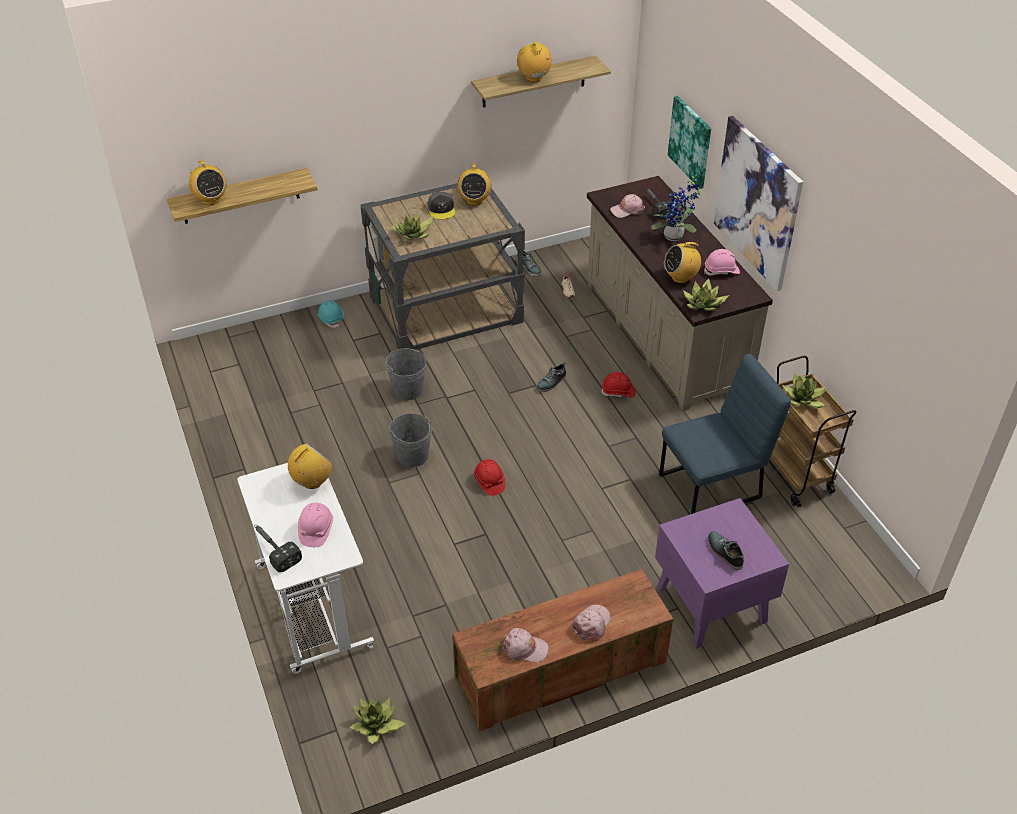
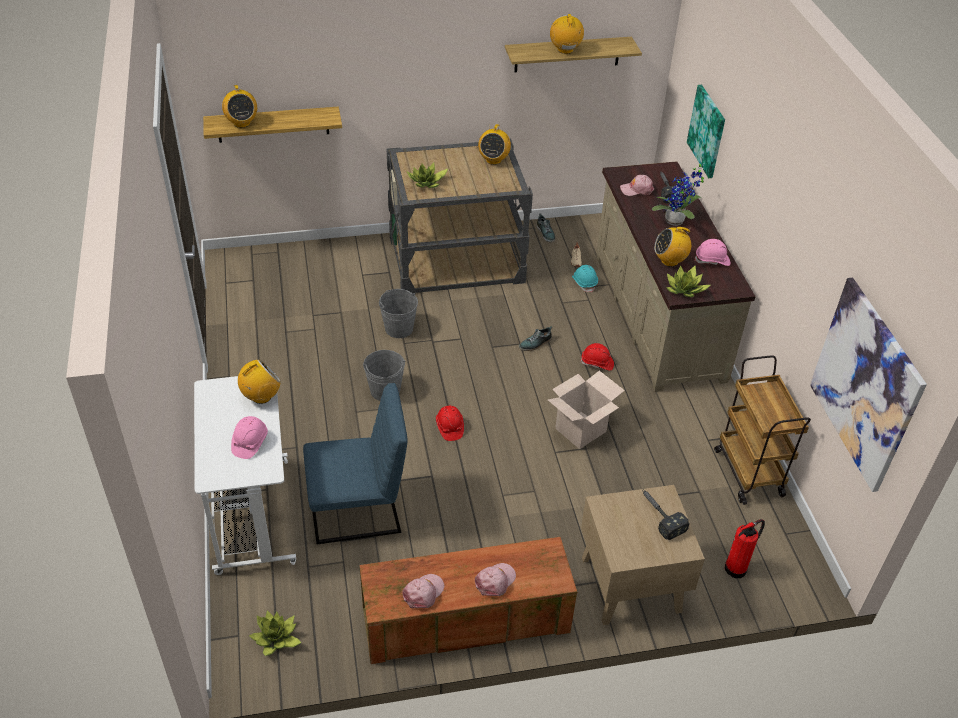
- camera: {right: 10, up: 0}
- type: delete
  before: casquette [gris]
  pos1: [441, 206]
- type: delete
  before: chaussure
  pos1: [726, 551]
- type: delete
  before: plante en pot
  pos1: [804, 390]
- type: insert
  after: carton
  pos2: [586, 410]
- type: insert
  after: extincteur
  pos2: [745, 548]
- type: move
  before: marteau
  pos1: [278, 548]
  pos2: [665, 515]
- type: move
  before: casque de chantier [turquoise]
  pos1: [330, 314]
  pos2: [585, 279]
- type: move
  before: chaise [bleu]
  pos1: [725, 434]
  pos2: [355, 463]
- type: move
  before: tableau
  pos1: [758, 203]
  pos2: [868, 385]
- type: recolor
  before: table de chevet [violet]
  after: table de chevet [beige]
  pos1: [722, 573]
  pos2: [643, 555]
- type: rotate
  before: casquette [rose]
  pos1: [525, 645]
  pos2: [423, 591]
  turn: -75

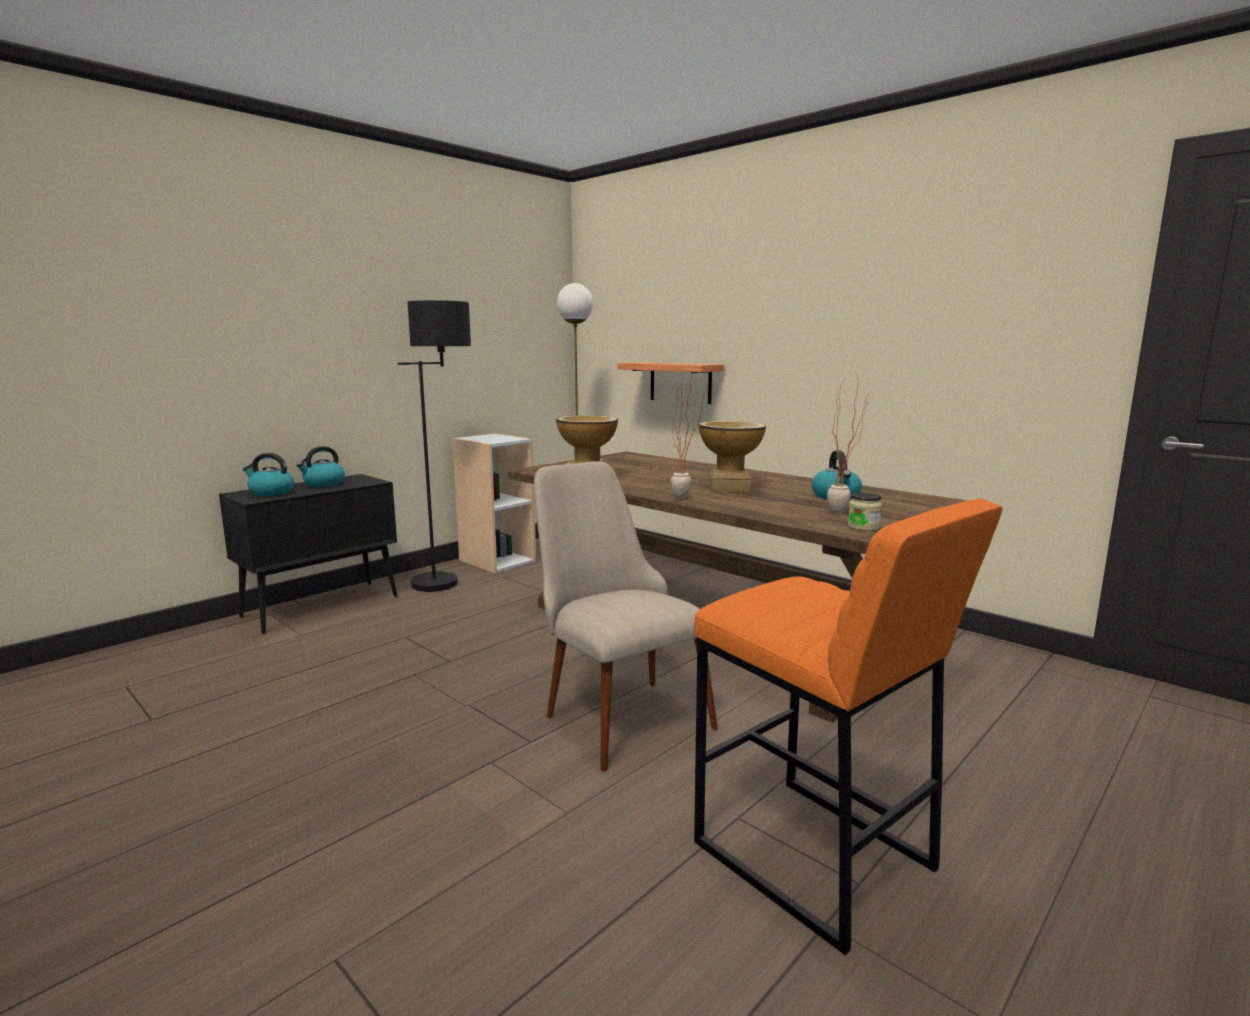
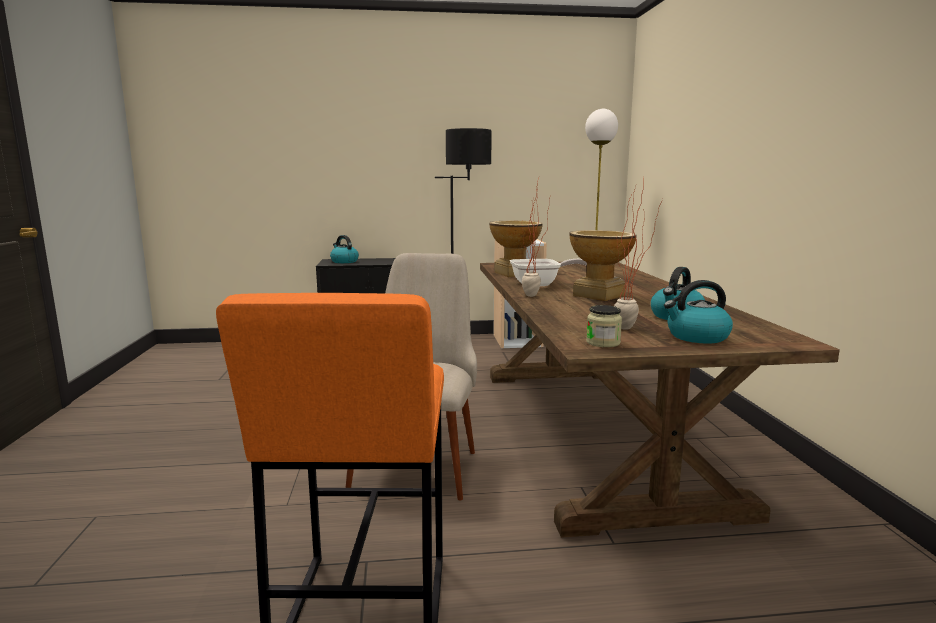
- camera: {right: 40, up: 0}
- type: delete
  before: étagère
  pos1: [670, 383]
- type: insert
  after: poêle
  pos2: [548, 272]
- type: move
  before: bouilloire
  pos1: [320, 466]
  pos2: [698, 312]

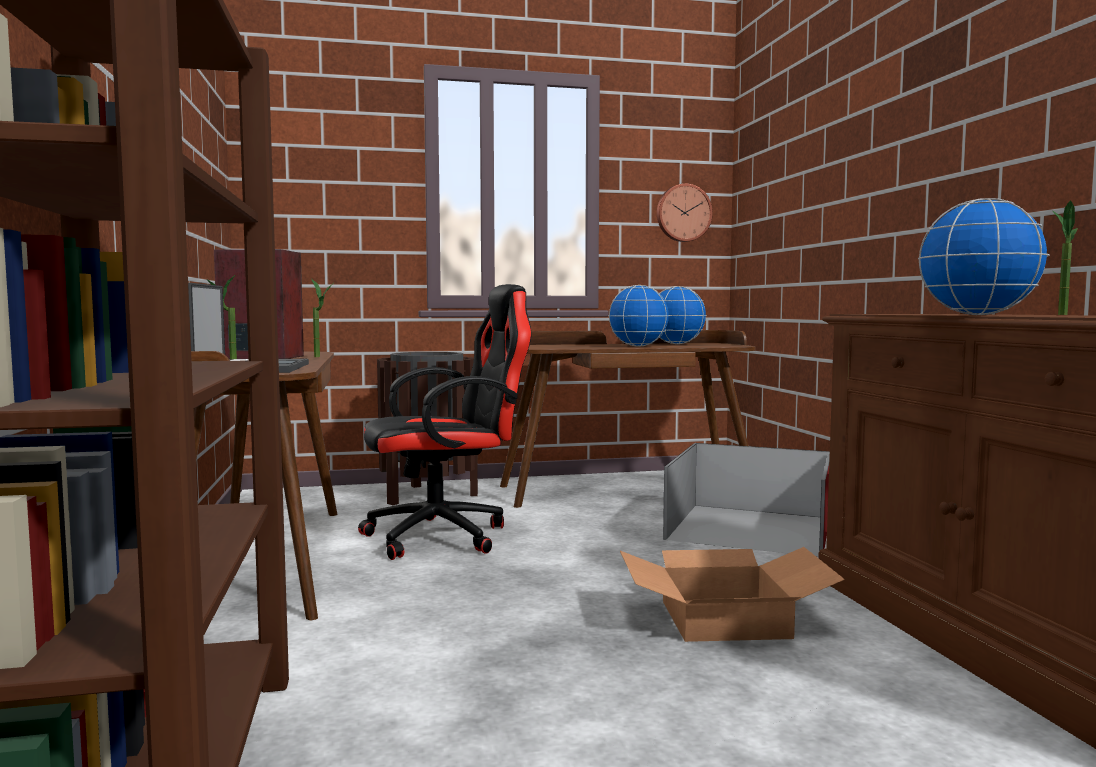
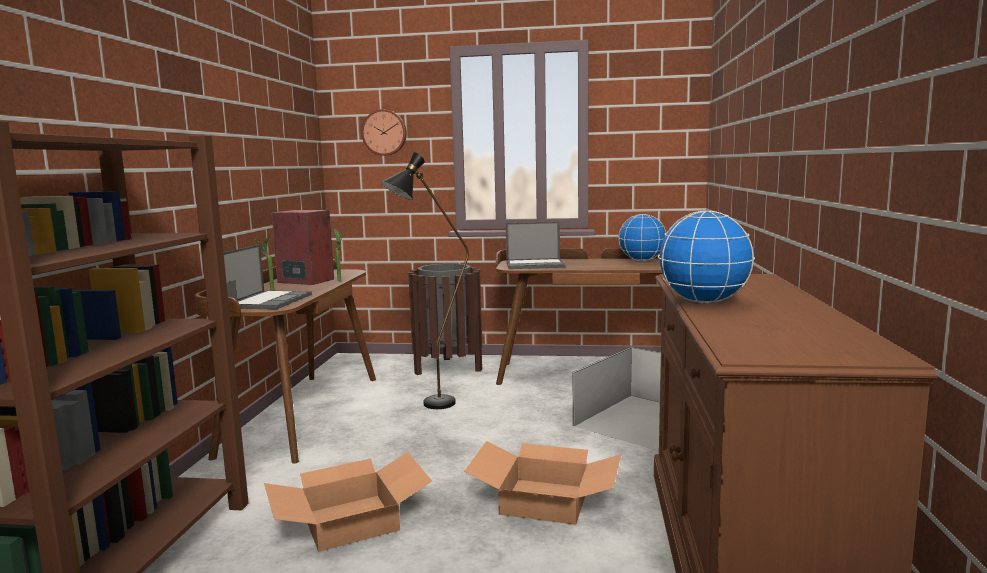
- camera: {right: 20, up: 5}
- type: delete
  before: globe
  pos1: [639, 315]
- type: delete
  before: plante en pot
  pos1: [1065, 257]
- type: insert
  after: carton
  pos2: [348, 502]
- type: insert
  after: ordinateur portable
  pos2: [536, 245]
- type: move
  before: horloge murale
  pos1: [685, 212]
  pos2: [384, 132]
- type: replace
  before: chaise de bureau [noir]
  after: lampadaire [noir]
  pos1: [445, 422]
  pos2: [425, 280]

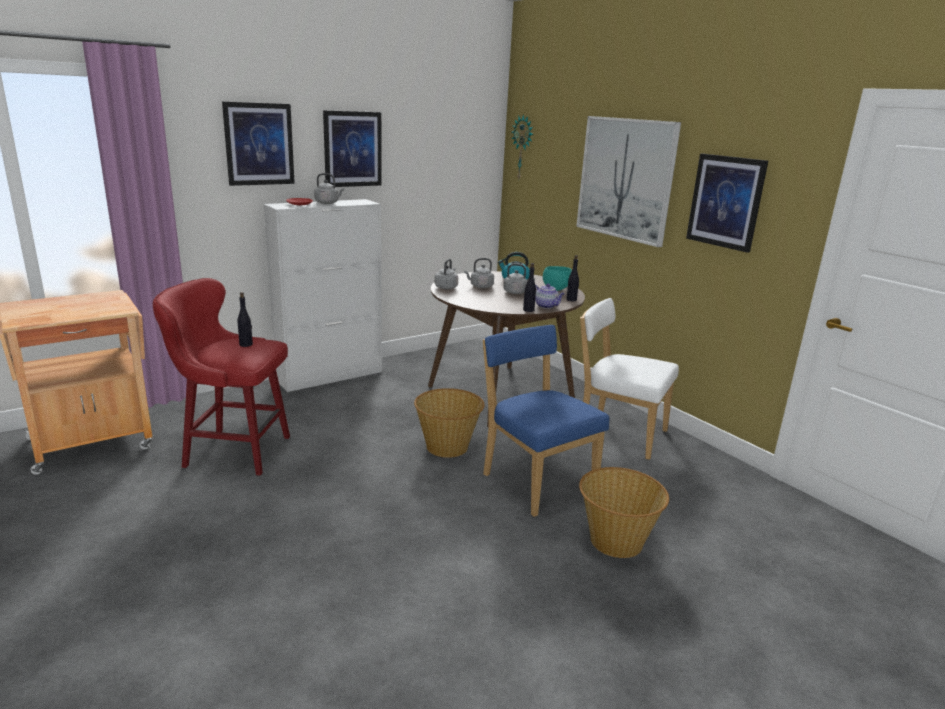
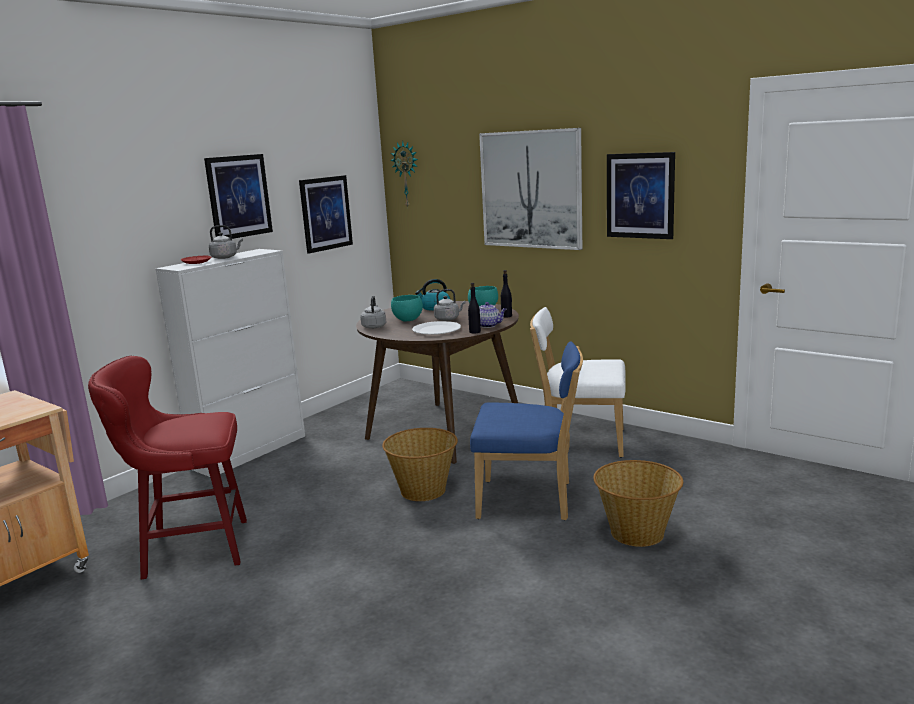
- camera: {right: -15, up: -5}
- type: delete
  before: bouteille [noir]
  pos1: [245, 319]
- type: insert
  after: assiette [blanc]
  pos2: [436, 328]
- type: move
  before: tableau
  pos1: [258, 144]
  pos2: [326, 214]
- type: replace
  before: bouilloire [gris]
  after: bol [turquoise]
  pos1: [479, 273]
  pos2: [407, 308]
- type: rotate
  before: chaise [bleu]
  pos1: [546, 421]
  pos2: [526, 430]
  turn: 150

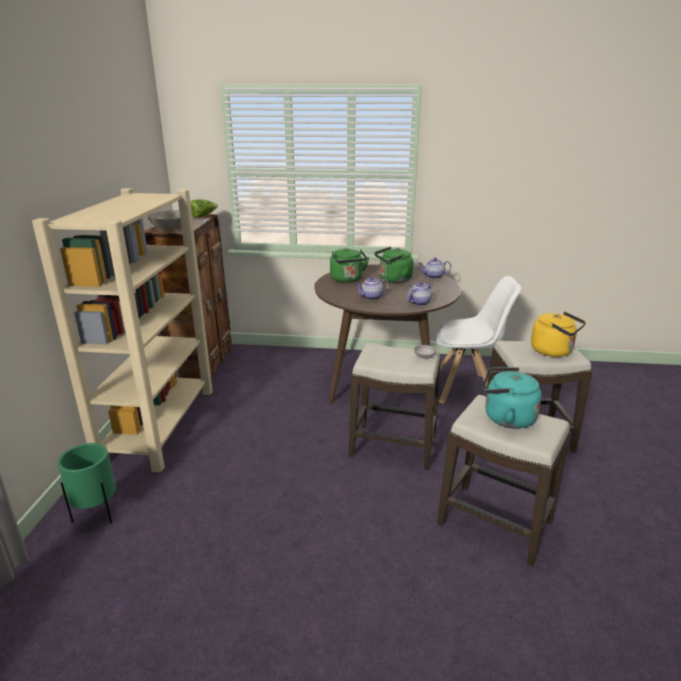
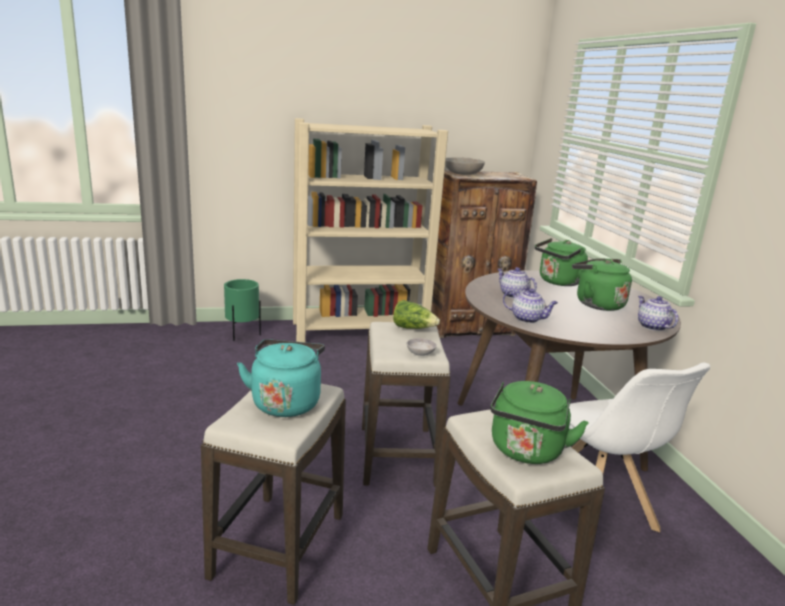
- camera: {right: 70, up: -5}
- type: move
  before: laitue
  pos1: [204, 209]
  pos2: [416, 314]
- type: recolor
  before: bouilloire [jaune]
  after: bouilloire [vert]
  pos1: [558, 334]
  pos2: [539, 422]

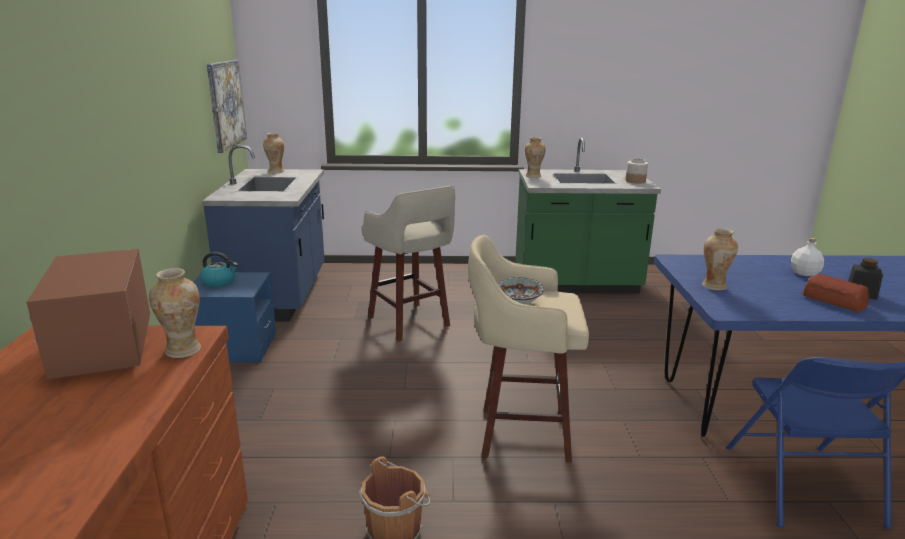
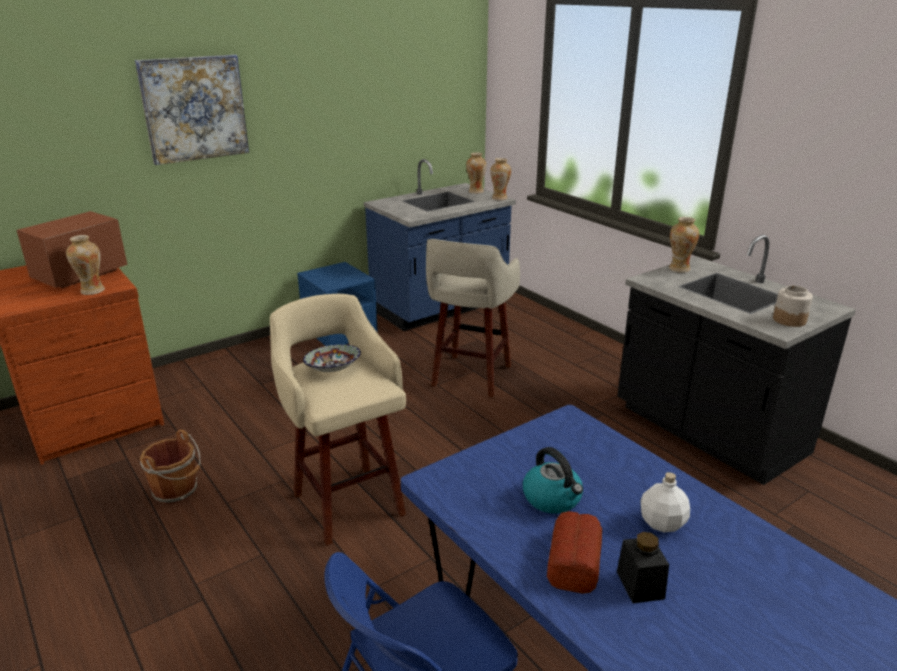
- camera: {right: 55, up: 5}
- type: move
  before: bouilloire
  pos1: [219, 269]
  pos2: [553, 480]
- type: move
  before: tableau
  pos1: [227, 106]
  pos2: [192, 109]
- type: move
  before: vase
  pos1: [720, 259]
  pos2: [500, 179]
- type: recolor
  before: comptoir de cuisine [vert]
  after: comptoir de cuisine [noir]
  pos1: [588, 215]
  pos2: [736, 360]

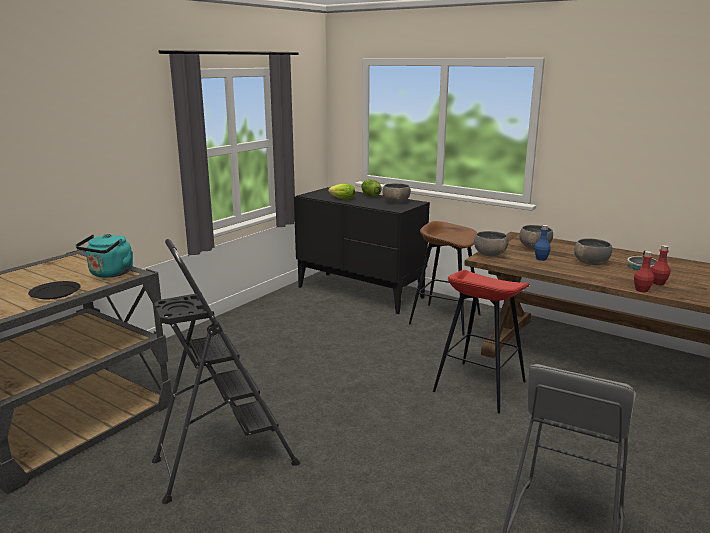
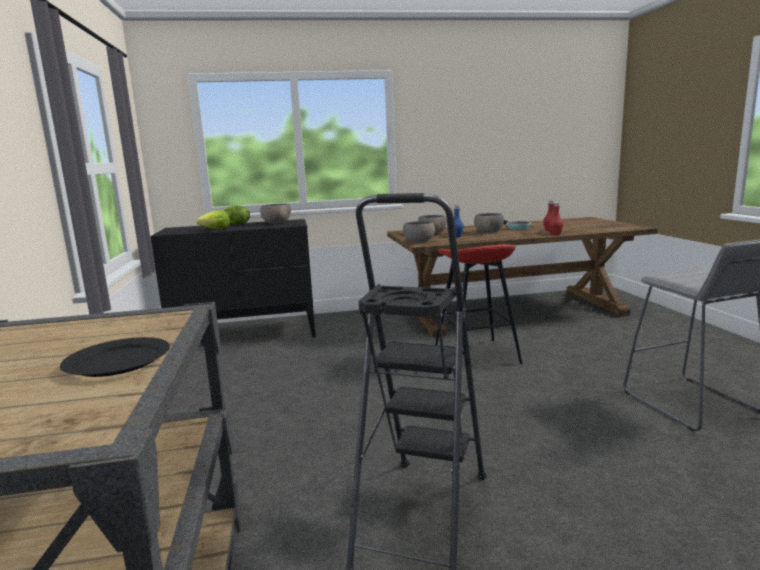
- camera: {right: -45, up: -5}
- type: delete
  before: bouilloire [turquoise]
  pos1: [104, 256]
- type: delete
  before: tabouret [marron]
  pos1: [444, 278]

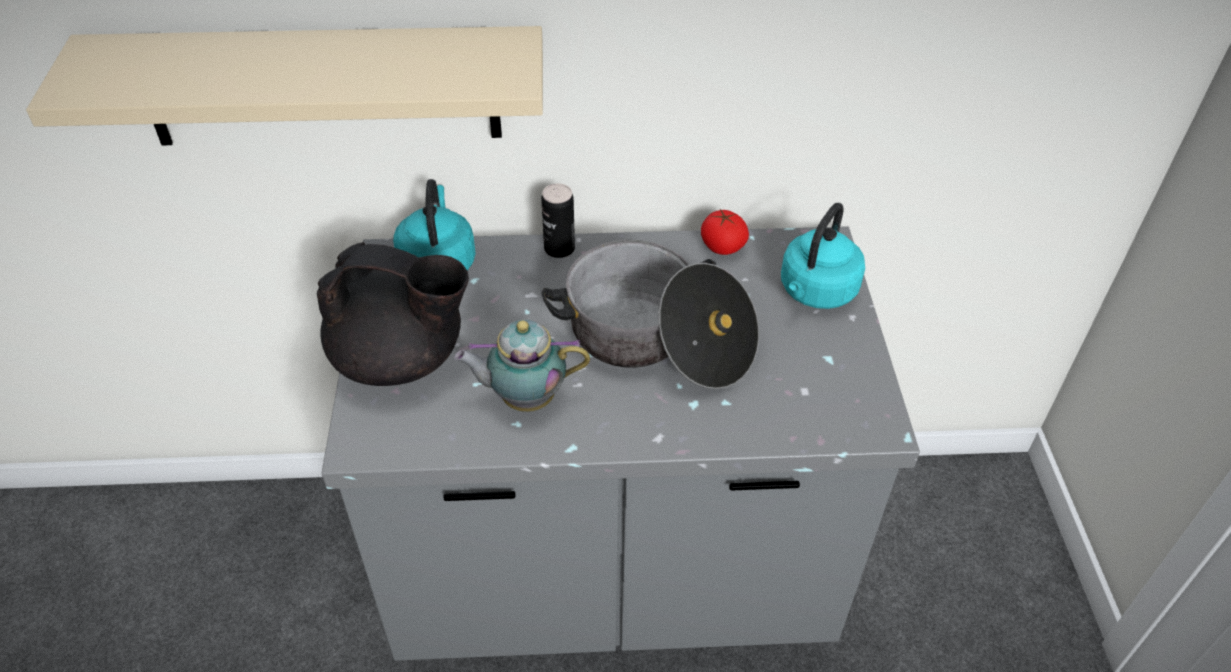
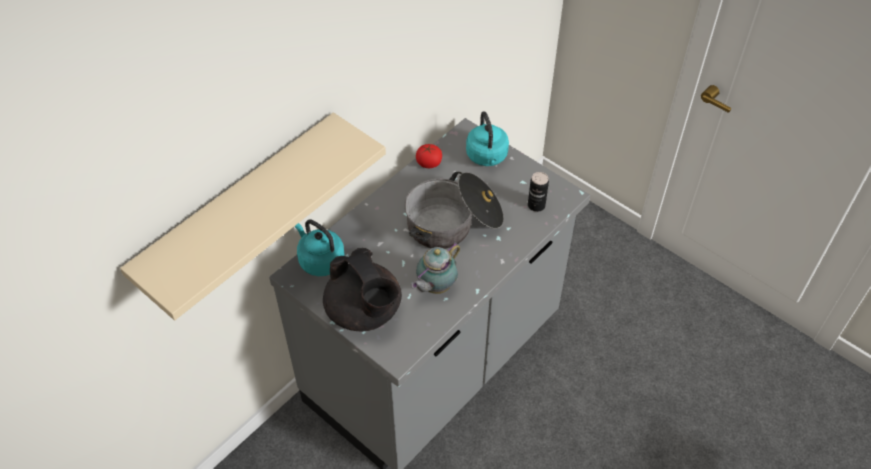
- camera: {right: -45, up: 5}
- type: move
  before: boîte métallique
  pos1: [558, 220]
  pos2: [538, 192]
- type: rotate
  before: théière [noir]
  pos1: [393, 314]
  pos2: [362, 289]
  turn: 90

